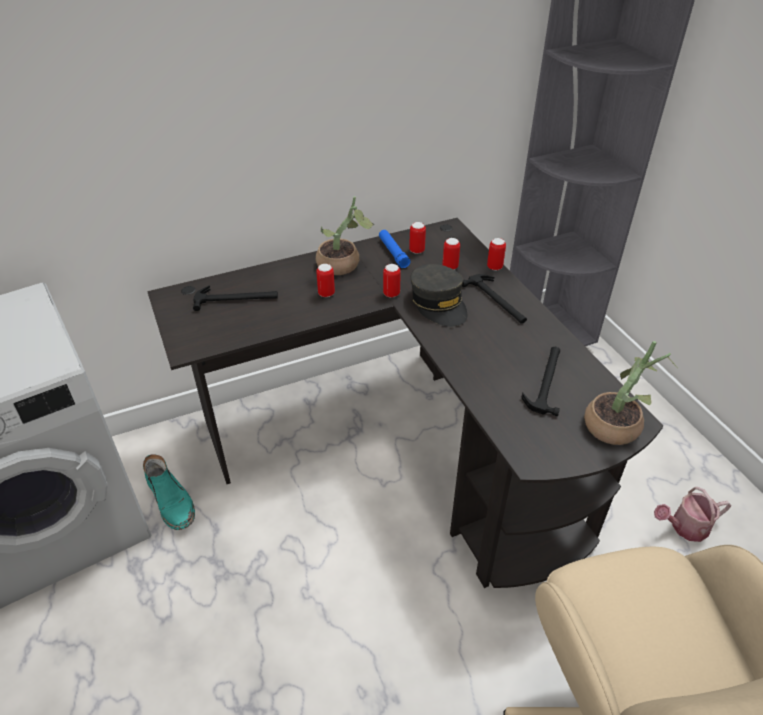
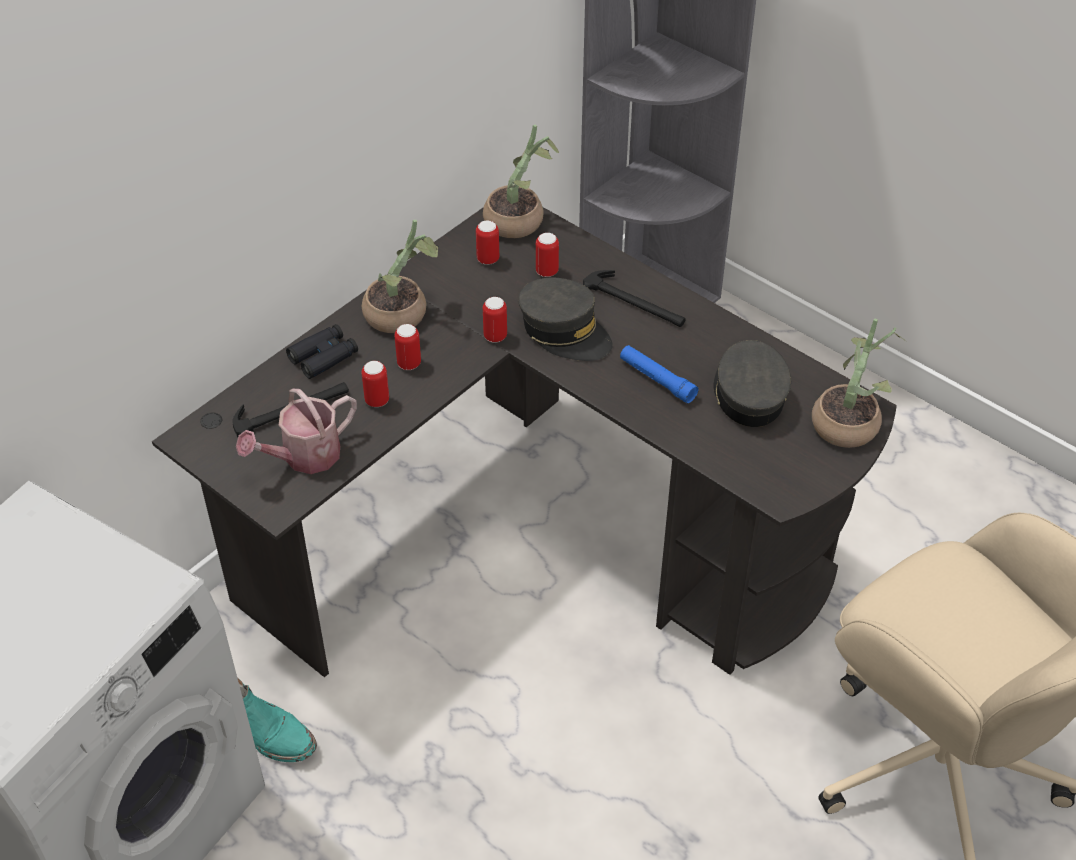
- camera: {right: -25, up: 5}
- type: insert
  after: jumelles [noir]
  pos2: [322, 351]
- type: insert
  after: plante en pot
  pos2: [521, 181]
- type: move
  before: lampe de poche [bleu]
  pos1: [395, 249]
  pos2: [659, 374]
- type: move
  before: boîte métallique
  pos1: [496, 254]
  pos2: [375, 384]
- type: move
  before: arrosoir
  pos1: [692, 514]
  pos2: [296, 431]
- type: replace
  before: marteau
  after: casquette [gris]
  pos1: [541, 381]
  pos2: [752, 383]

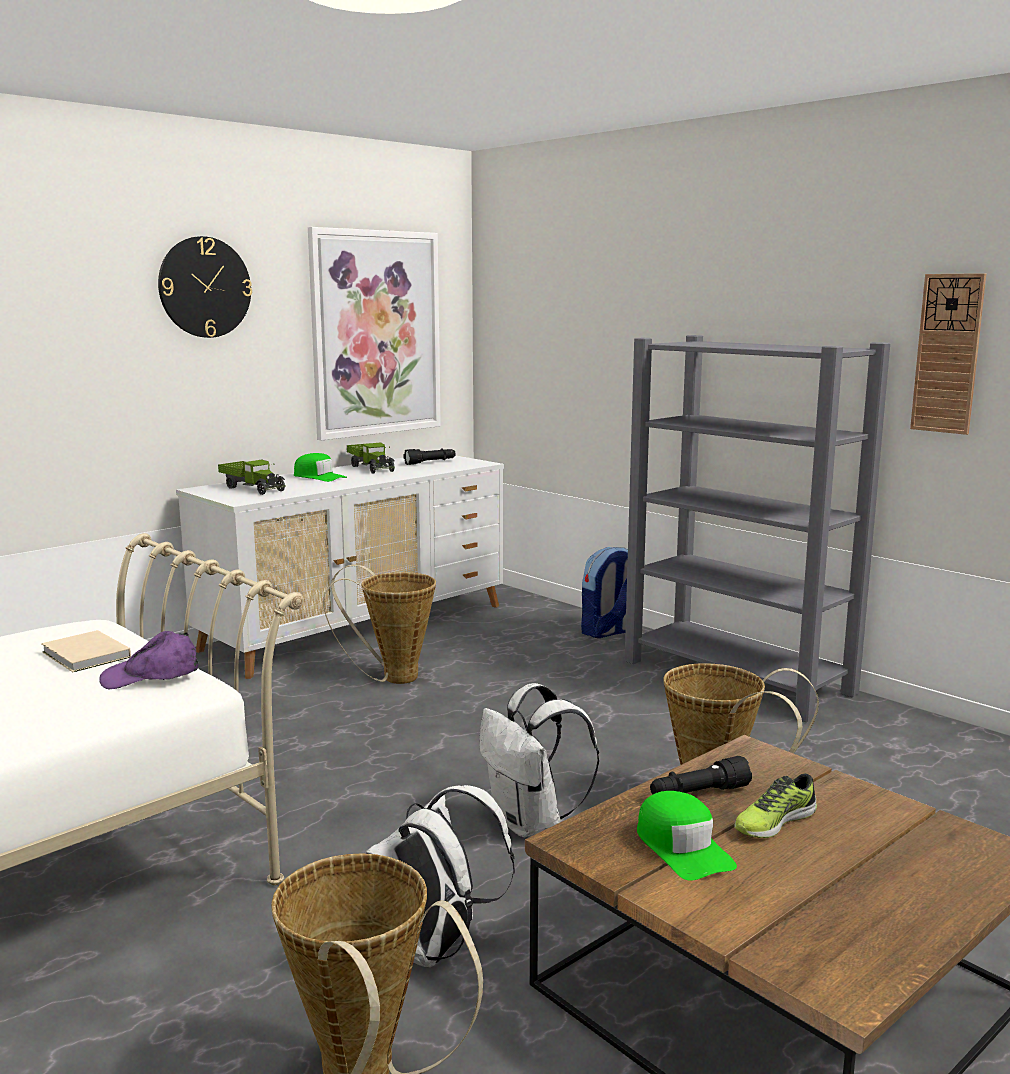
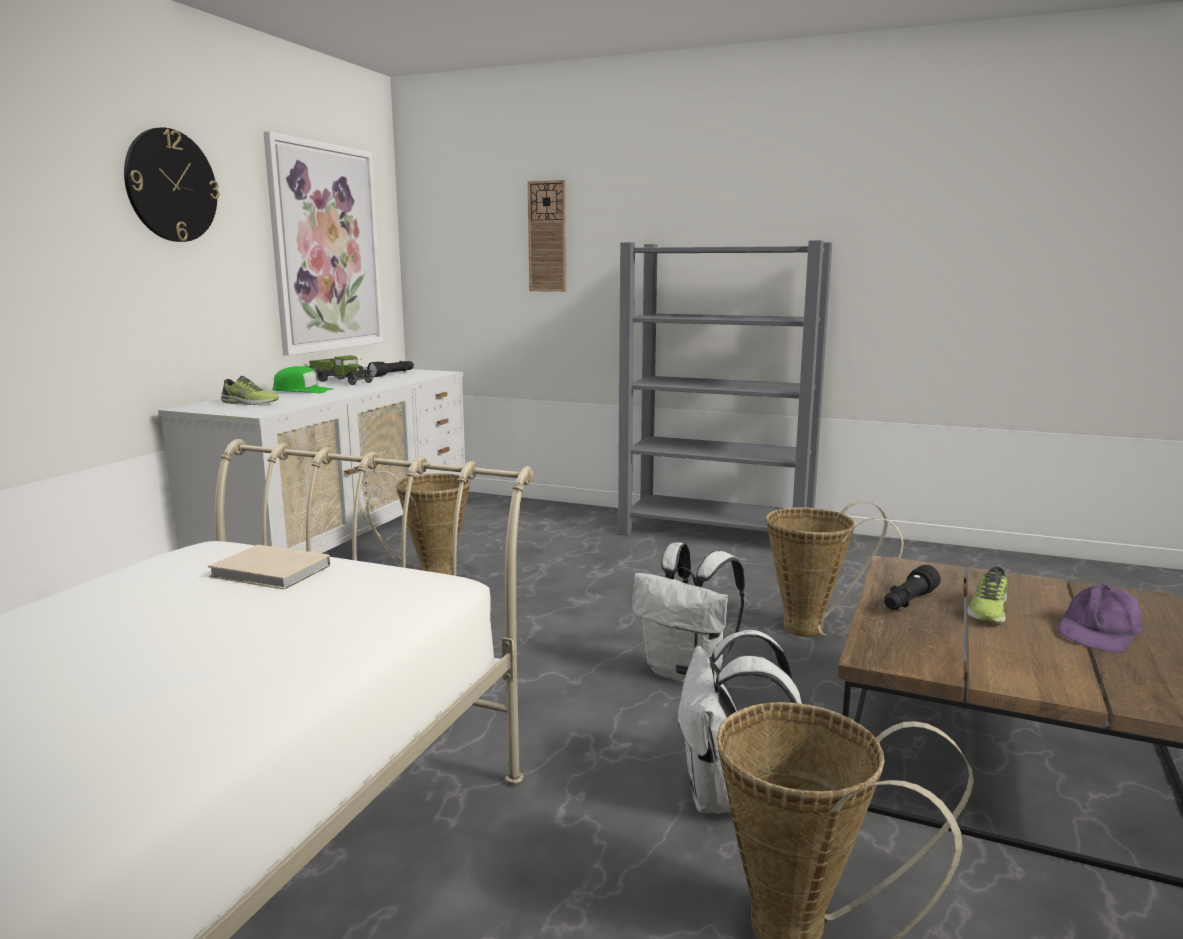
- camera: {right: -25, up: 0}
- type: delete
  before: sac à dos
  pos1: [612, 592]
- type: delete
  before: casquette [vert]
  pos1: [687, 836]
- type: move
  before: casquette [violet]
  pos1: [149, 660]
  pos2: [1100, 618]
- type: move
  before: horloge murale
  pos1: [948, 354]
  pos2: [546, 236]
- type: replace
  before: camion jouet
  after: chaussure
  pos1: [252, 477]
  pos2: [250, 390]

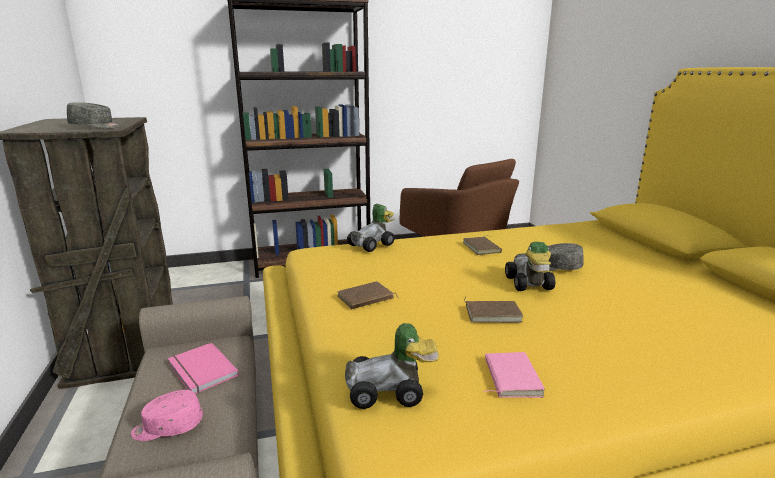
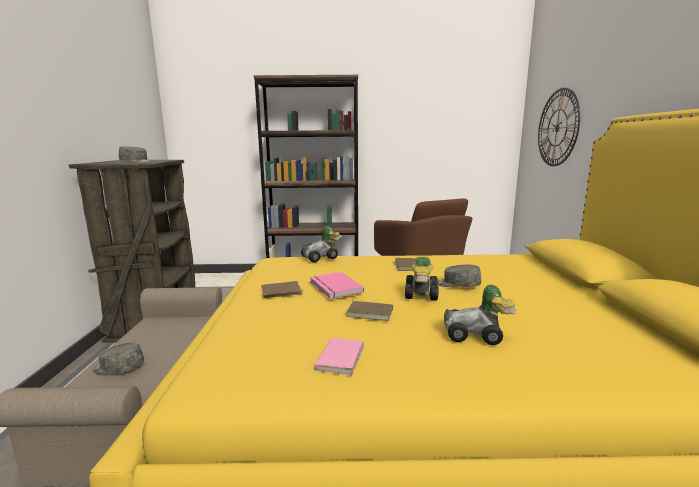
- camera: {right: 15, up: -5}
- type: insert
  after: horloge murale
  pos2: [559, 127]
- type: move
  before: livre [rose]
  pos1: [203, 368]
  pos2: [337, 285]
- type: move
  before: petite voiture
  pos1: [392, 366]
  pos2: [480, 314]
- type: recolor
  before: casquette [rose]
  after: casquette [gris]
  pos1: [167, 415]
  pos2: [118, 358]

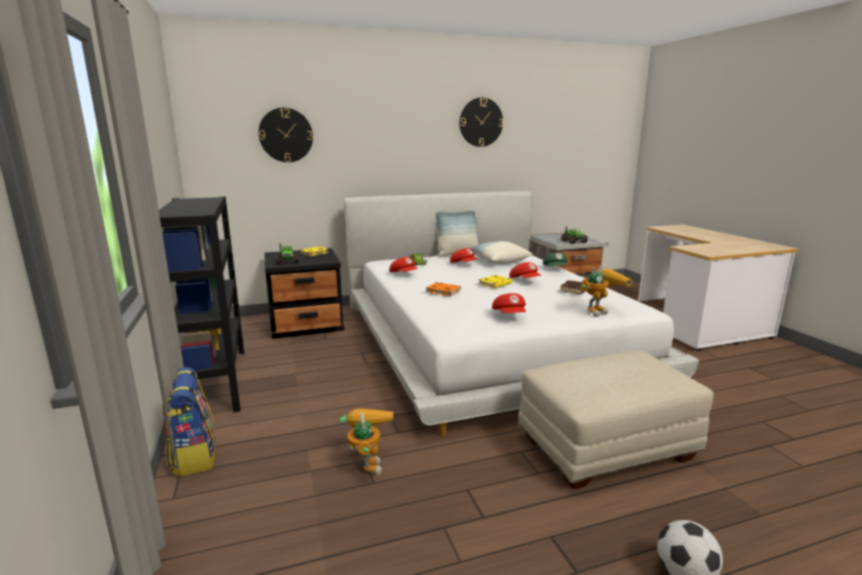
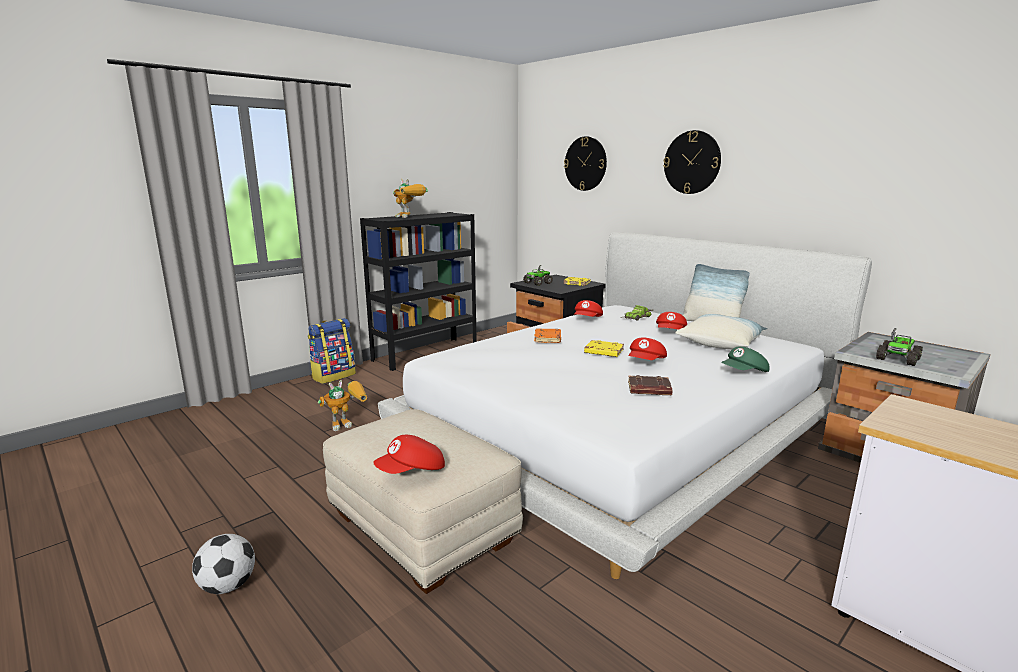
- camera: {right: 65, up: 0}
- type: move
  before: horloge murale
  pos1: [481, 122]
  pos2: [692, 162]
- type: move
  before: casquette [rouge]
  pos1: [509, 303]
  pos2: [409, 454]
- type: move
  before: robot jouet
  pos1: [606, 291]
  pos2: [410, 198]

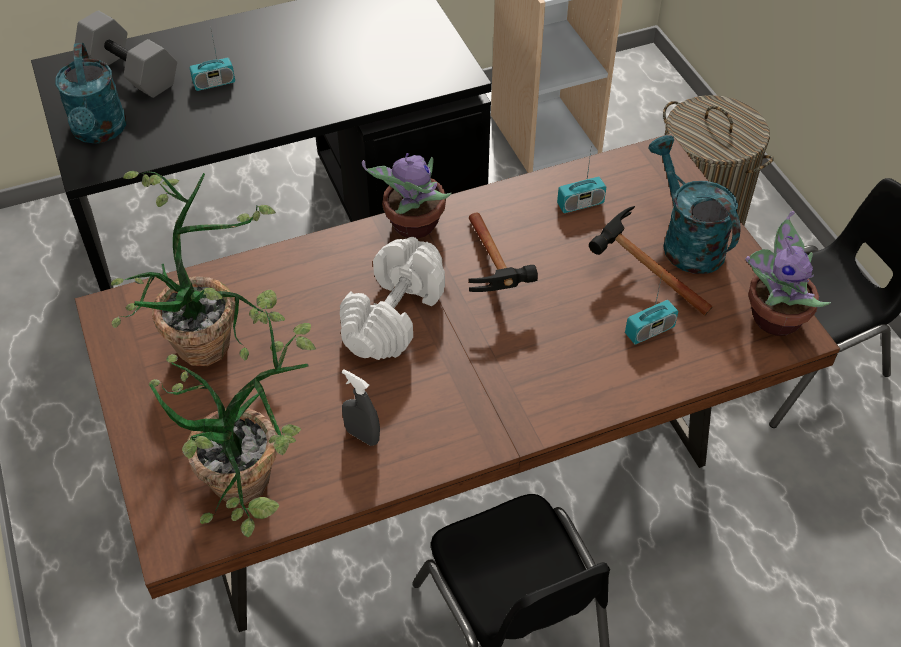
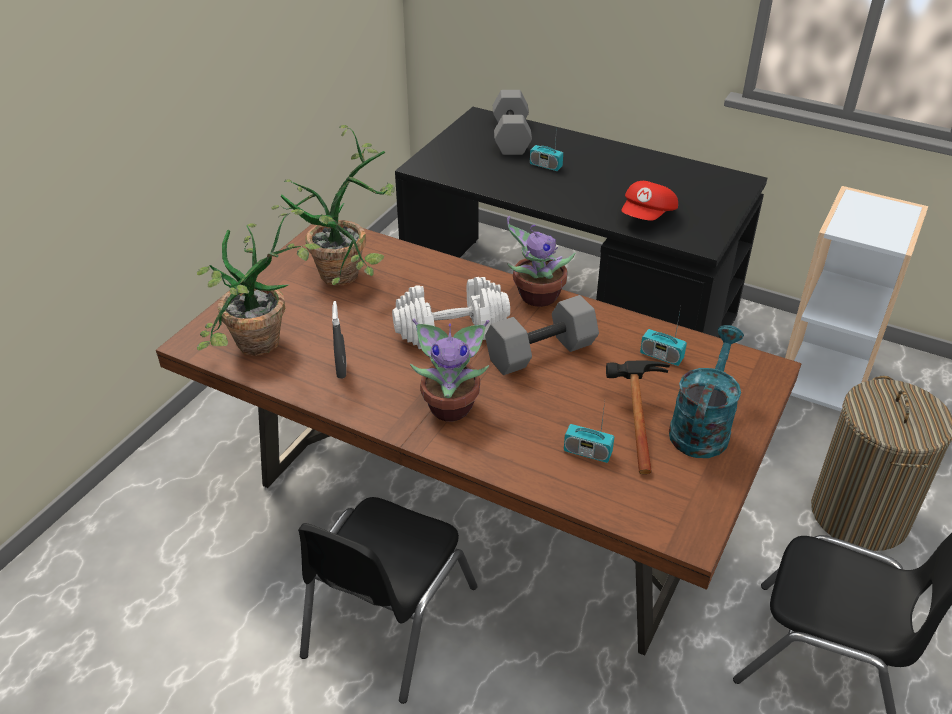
- camera: {right: 50, up: -10}
- type: delete
  before: arrosoir [turquoise]
  pos1: [91, 93]
- type: insert
  after: casquette [rouge]
  pos2: [649, 201]
- type: move
  before: plante en pot
  pos1: [788, 273]
  pos2: [449, 370]
- type: replace
  before: marteau
  after: haltère [gris]
  pos1: [503, 252]
  pos2: [542, 335]

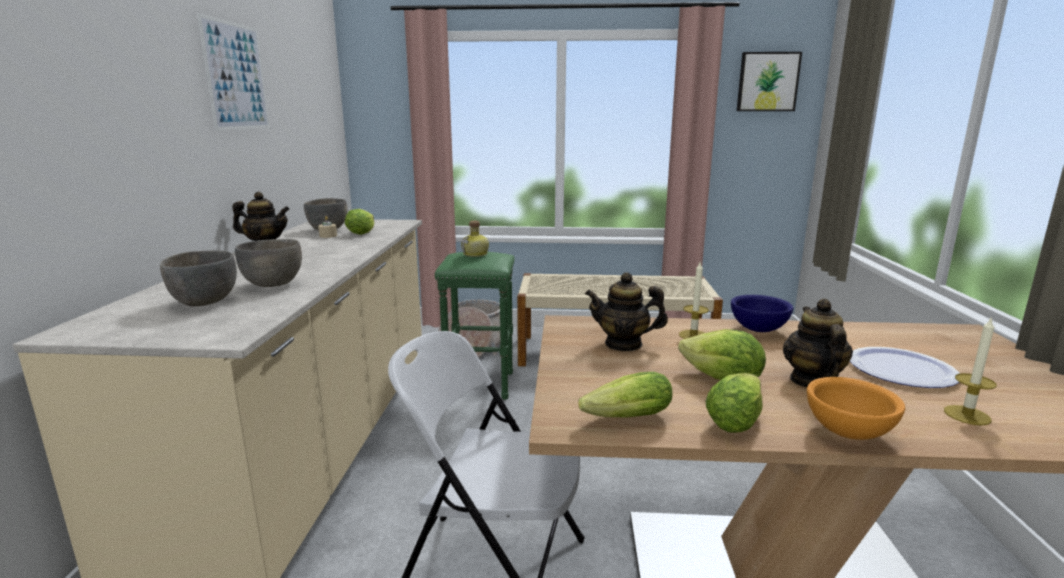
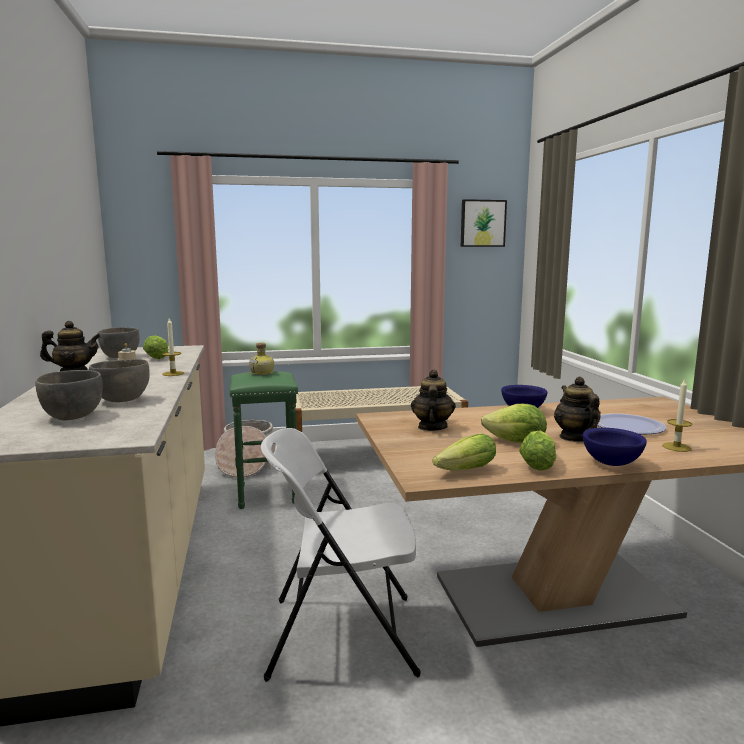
- camera: {right: -15, up: -5}
- type: delete
  before: tableau
  pos1: [233, 72]
- type: move
  before: bougie
  pos1: [694, 300]
  pos2: [173, 347]
- type: recolor
  before: bol [orange]
  after: bol [bleu]
  pos1: [856, 408]
  pos2: [615, 447]
- type: rotate
  before: théière
  pos1: [626, 311]
  pos2: [433, 400]
  turn: 105

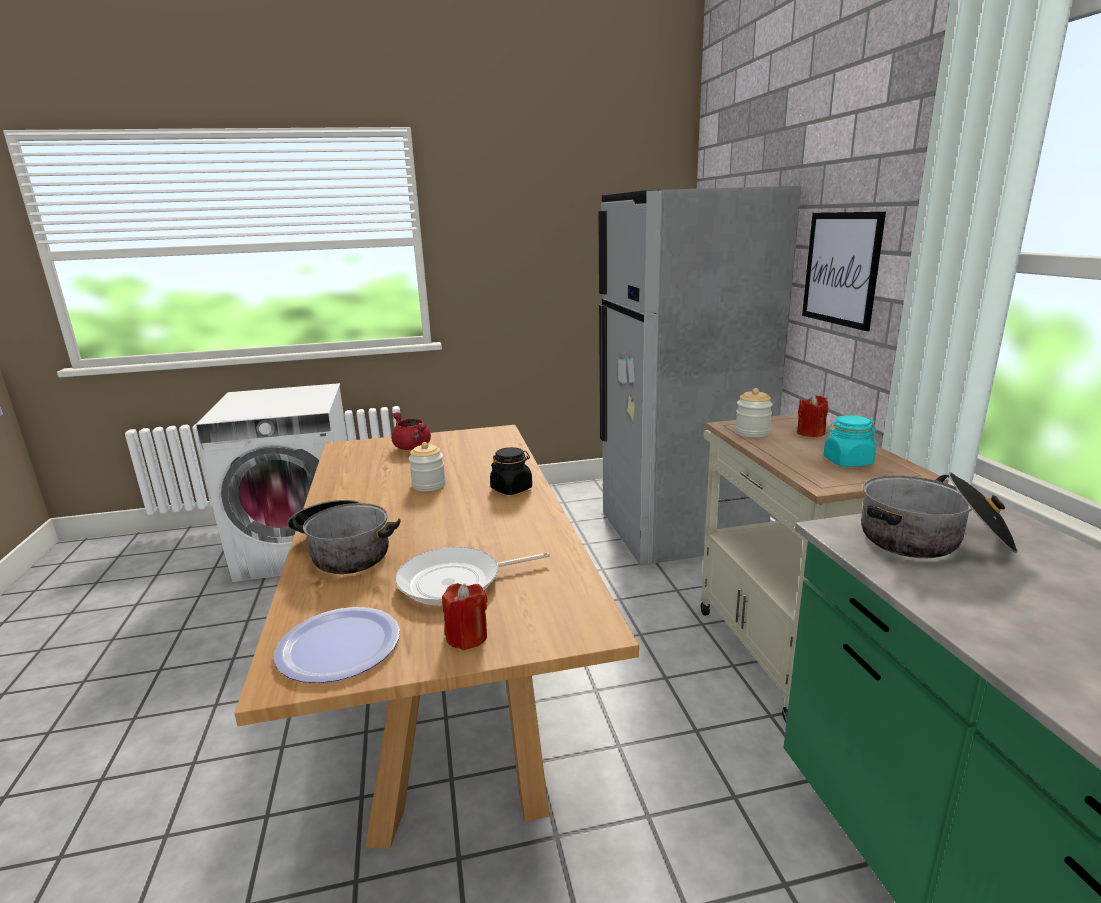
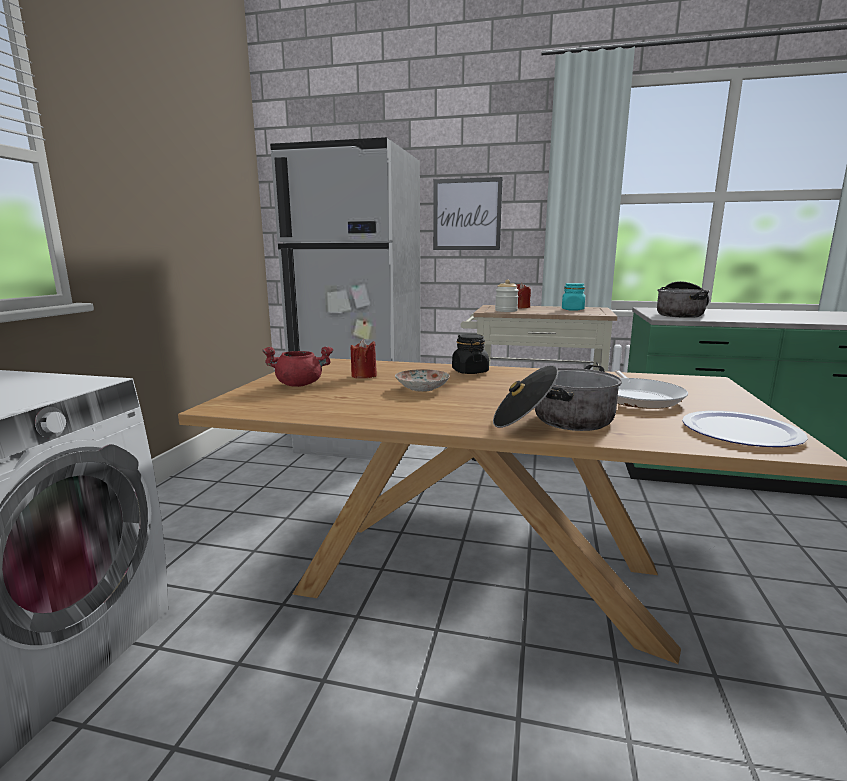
- camera: {right: -65, up: -5}
- type: move
  before: bougie [rouge]
  pos1: [464, 616]
  pos2: [364, 358]
- type: replace
  before: bocal
  after: assiette
  pos1: [427, 466]
  pos2: [422, 380]

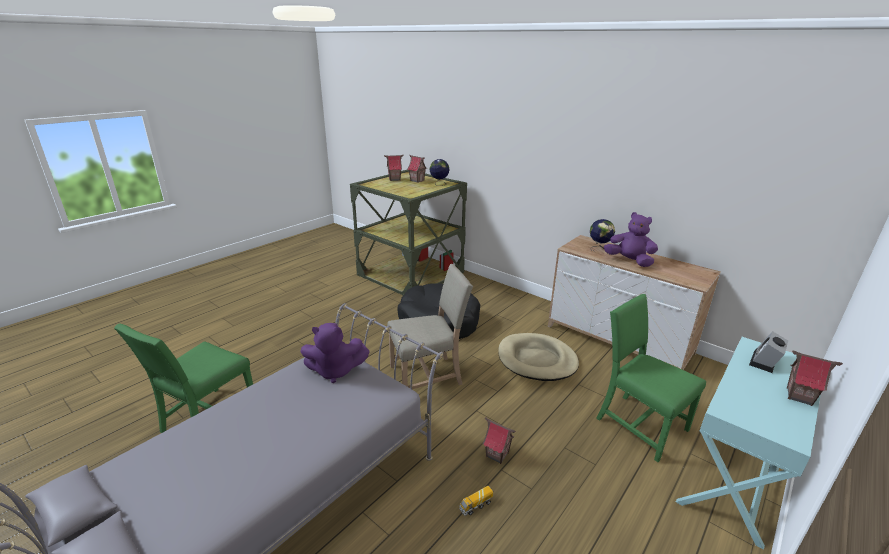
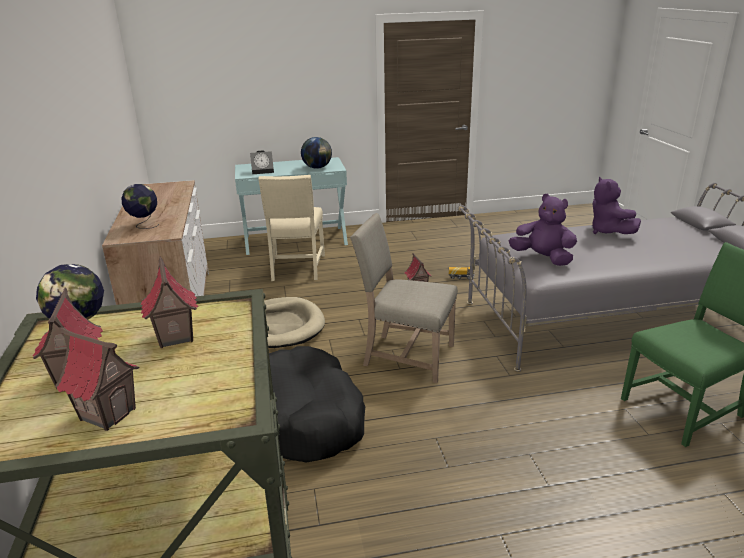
- camera: {right: -140, up: 0}
- type: insert
  after: globe
  pos2: [316, 153]
- type: move
  before: peluche [violet]
  pos1: [631, 239]
  pos2: [616, 205]
- type: move
  before: maison miniature
  pos1: [815, 378]
  pos2: [169, 302]
- type: recolor
  before: chaise [vert]
  after: chaise [beige]
  pos1: [651, 378]
  pos2: [291, 228]

